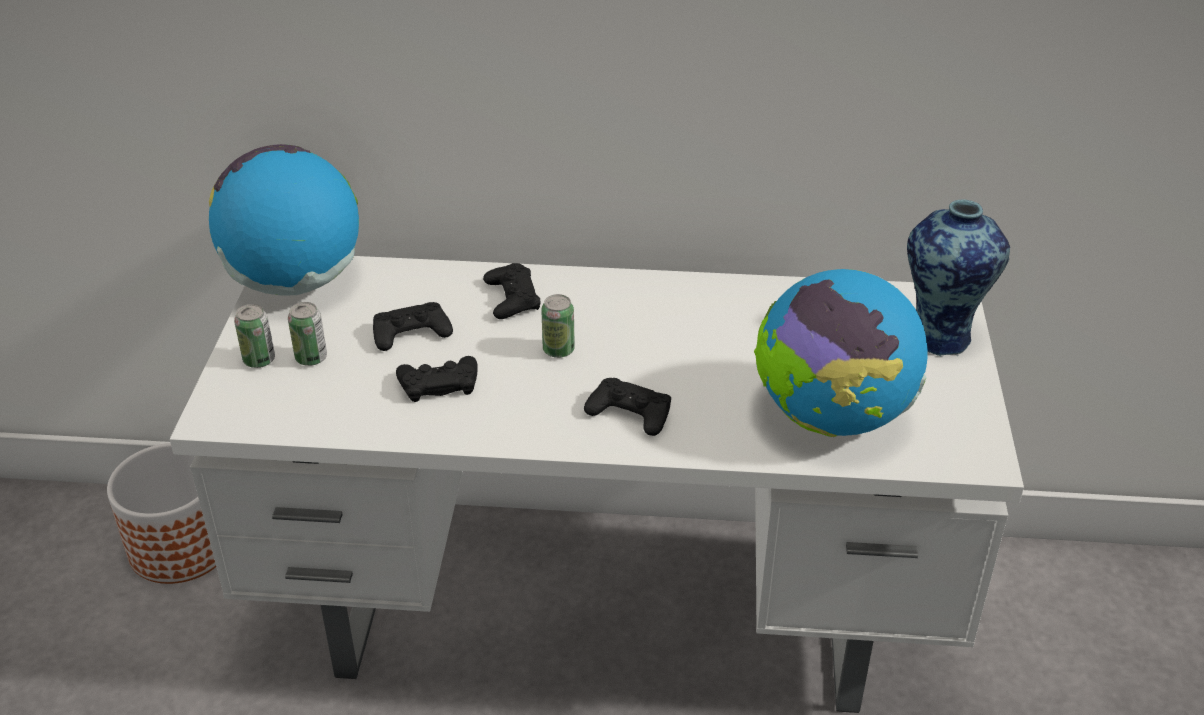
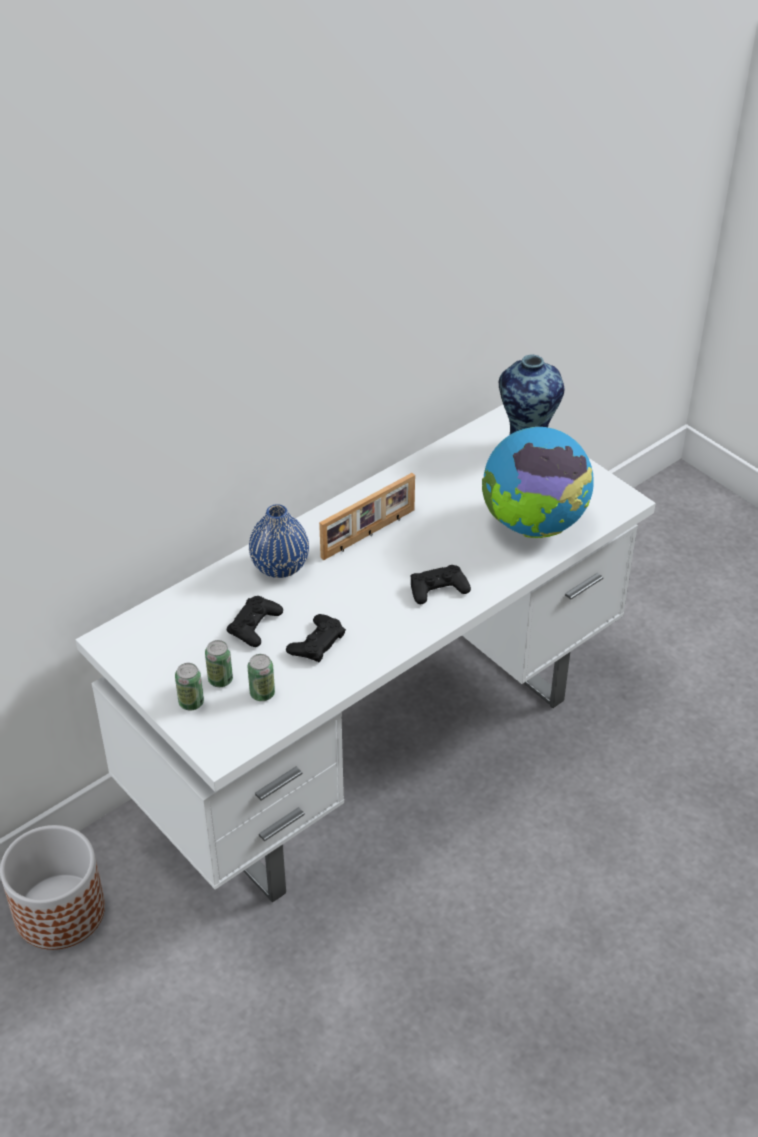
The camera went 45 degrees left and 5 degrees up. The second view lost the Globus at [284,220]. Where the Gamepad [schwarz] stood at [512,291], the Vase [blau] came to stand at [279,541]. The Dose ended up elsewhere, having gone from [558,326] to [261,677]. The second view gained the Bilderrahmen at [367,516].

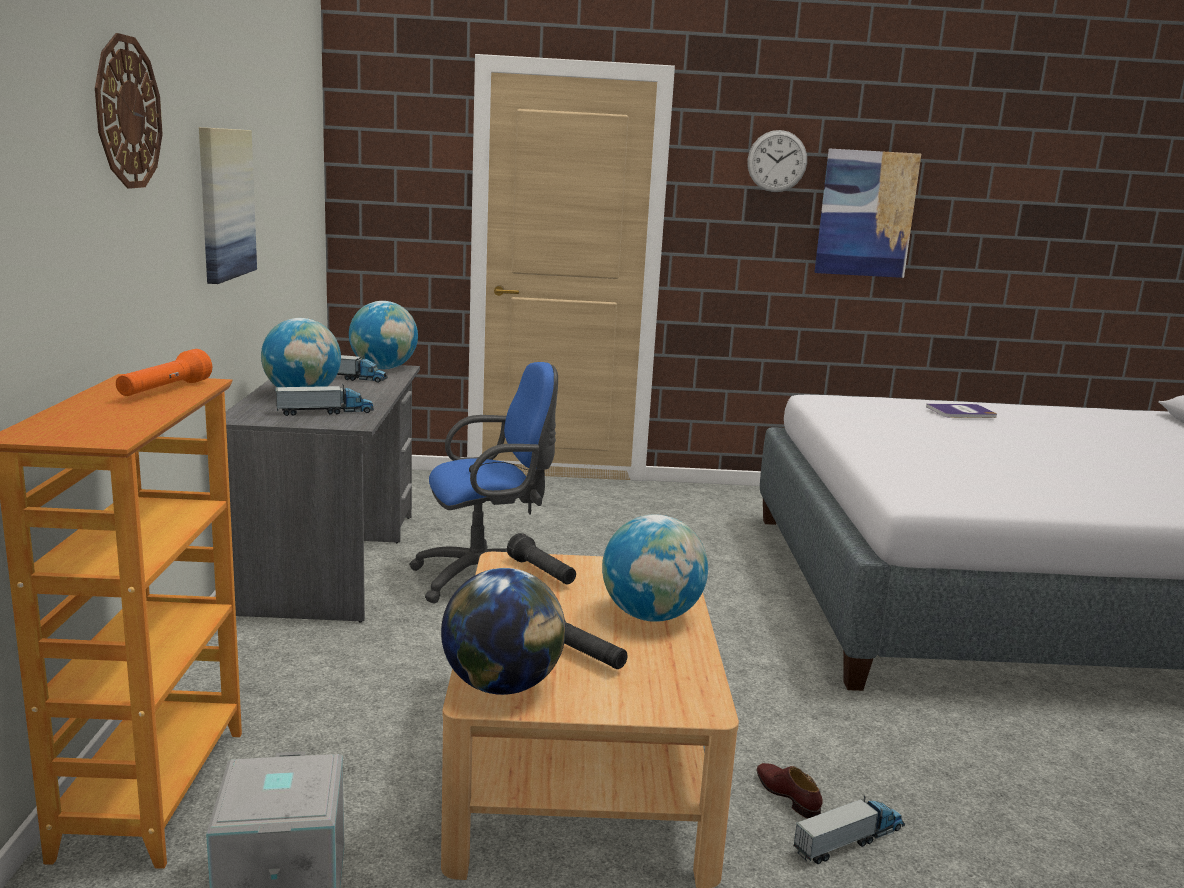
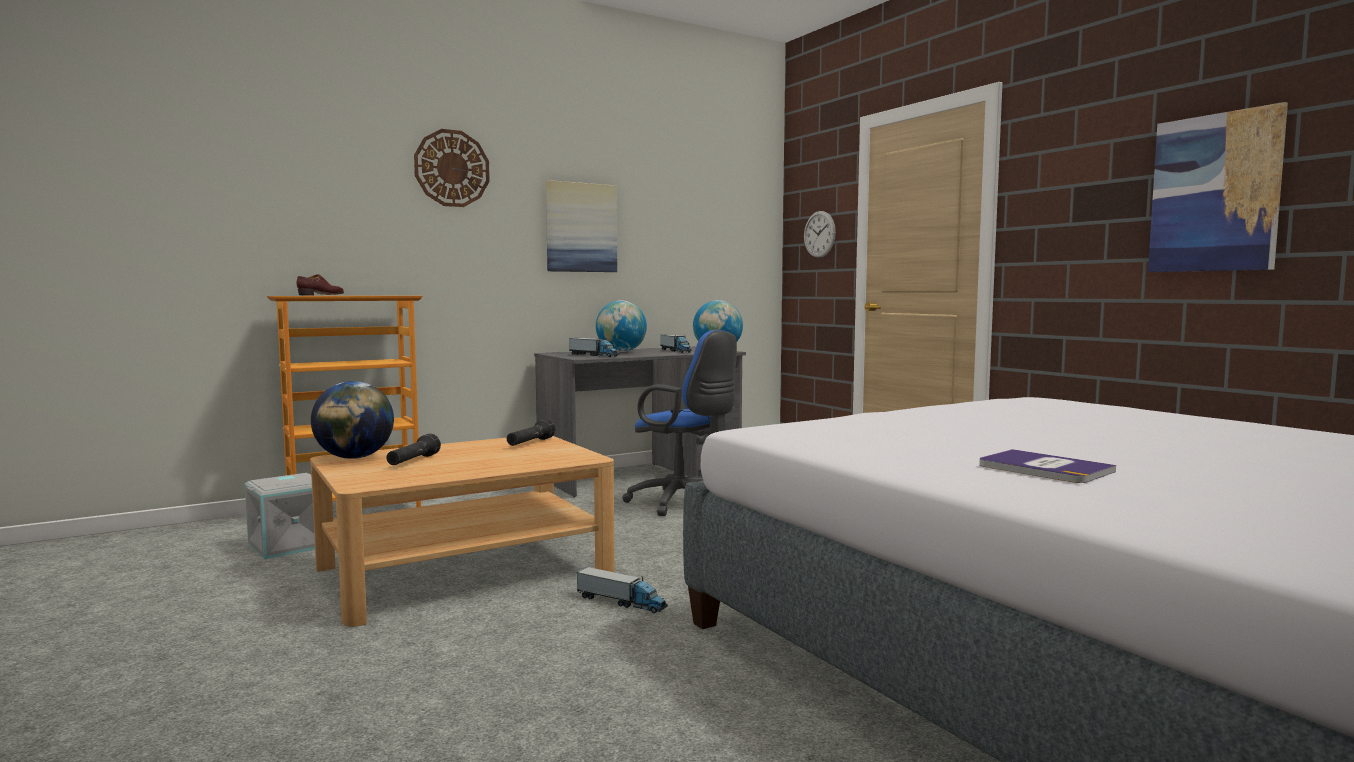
The camera went 60 degrees right and 10 degrees down. The second view lost the Taschenlampe [orange] at [164,372]. The second view lost the Globus at [655,568]. The Wanduhr ended up elsewhere, having gone from [777,161] to [820,234]. The Schuh [braun] ended up elsewhere, having gone from [790,791] to [320,285]. The Spielzeuglaster ended up elsewhere, having gone from [849,830] to [622,590]. The Buch ended up elsewhere, having gone from [961,411] to [1047,466].

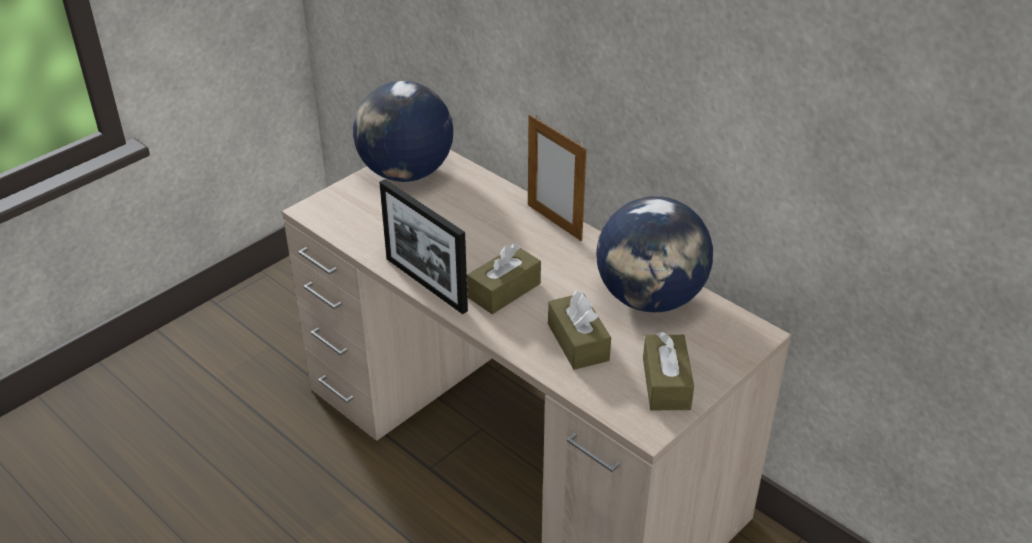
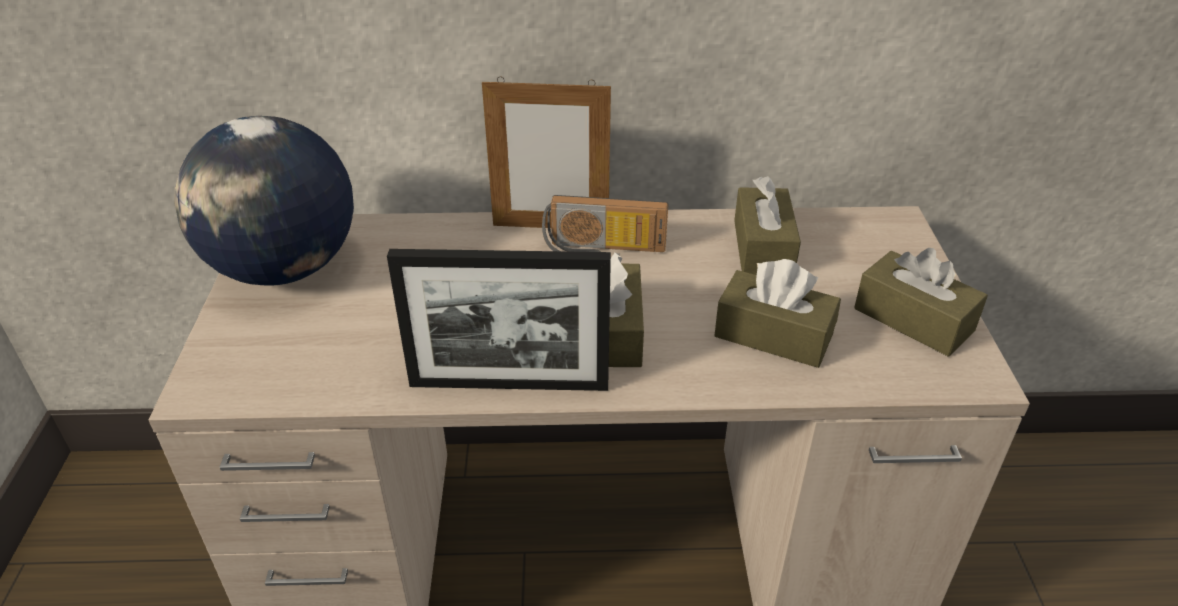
The camera went 45 degrees left and 0 degrees up. Where the Globus stood at [654,254], the Taschentuchbox [braun] came to stand at [767,225]. The second view gained the Radio at [605,223].

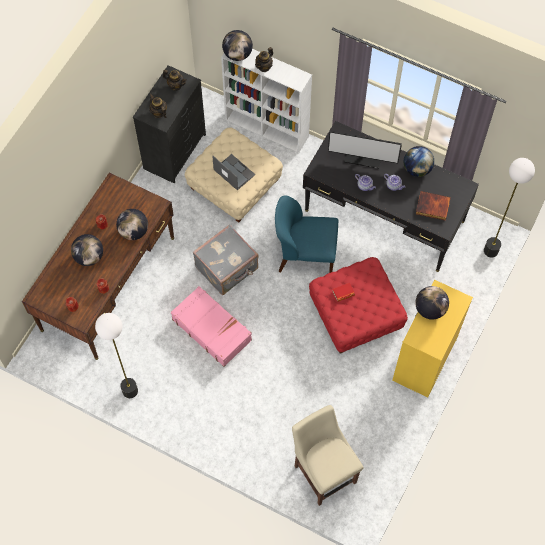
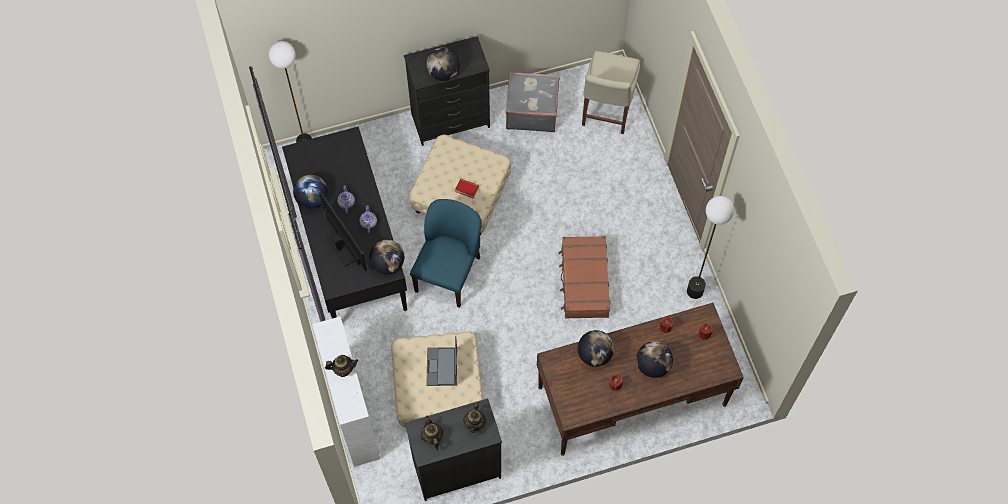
The camera went 135 degrees left and 0 degrees up. What was the Koffer [rosa] at [211,326] turned into the Koffer [braun] at [584,277]. The Koffer [grau] ended up elsewhere, having gone from [226,259] to [532,102]. The Globus ended up elsewhere, having gone from [237,45] to [386,256]. The Stuhl [blau] at [306,234] ended up facing another way, 120 degrees counterclockwise from before. What was the Polsterhocker [rot] at [358,305] turned into the Polsterhocker [beige] at [460,184]. What was the Kommode [gelb] at [432,339] turned into the Kommode [schwarz] at [447,91]. The second view lost the Buch at [433,206].

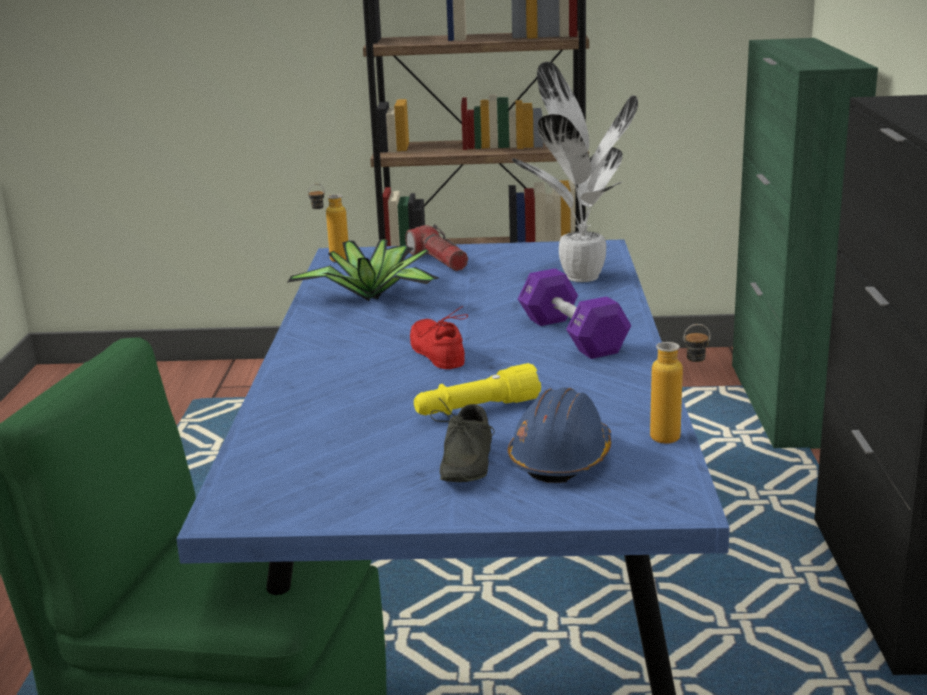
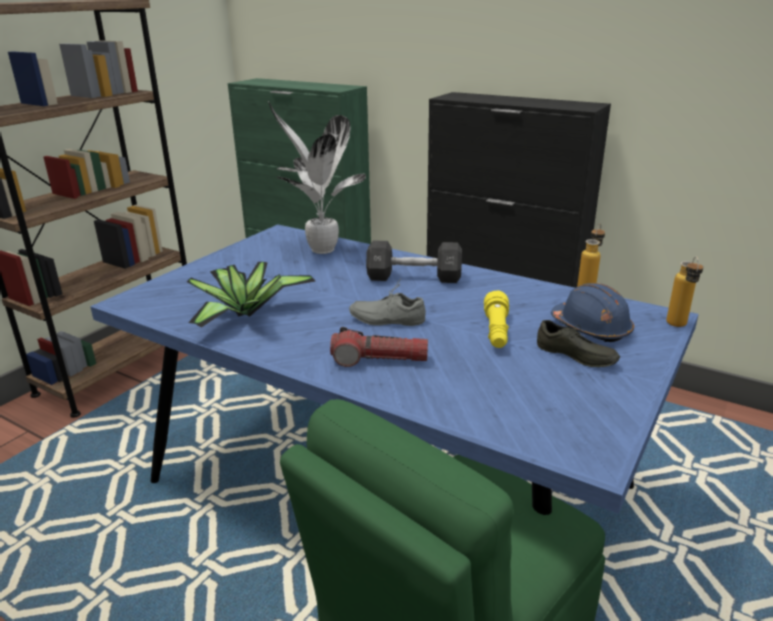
The camera went 60 degrees left and 5 degrees up. The Flasche ended up elsewhere, having gone from [328,223] to [684,292]. The Taschenlampe ended up elsewhere, having gone from [436,247] to [379,347]. What was the Schuh [rot] at [439,337] turned into the Schuh [grau] at [387,302]. What was the Hantel [lila] at [574,314] turned into the Hantel [schwarz] at [414,261].

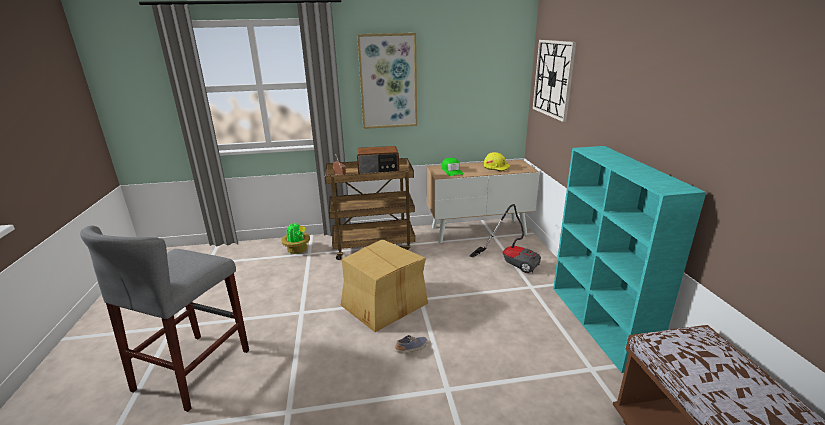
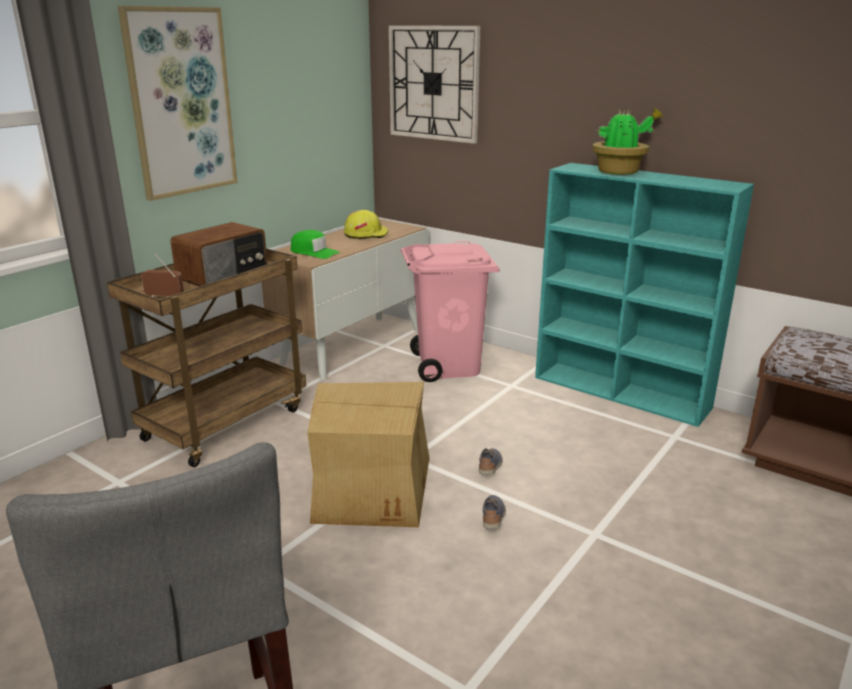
The camera went 45 degrees left and 0 degrees up. The Topfpflanze ended up elsewhere, having gone from [295,237] to [627,141]. Where the Staubsauger stood at [505,238], the Mülleimer [rosa] came to stand at [450,311]. The second view gained the Schuh at [491,461].

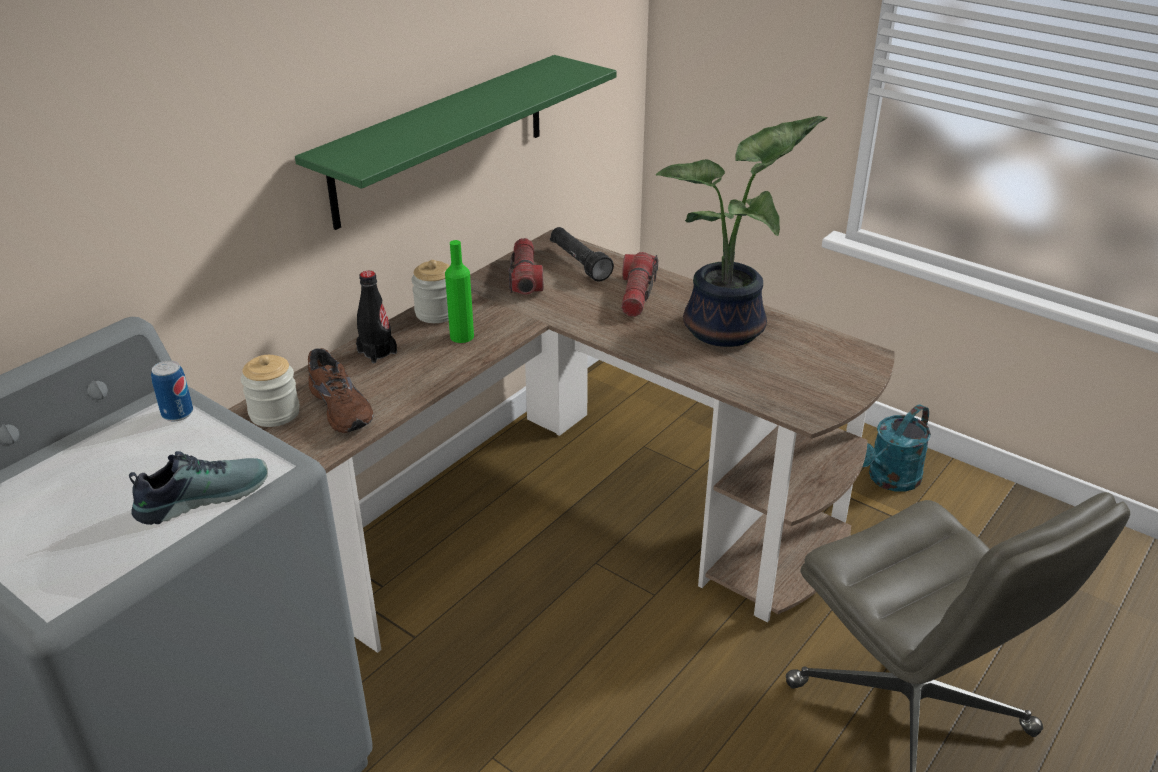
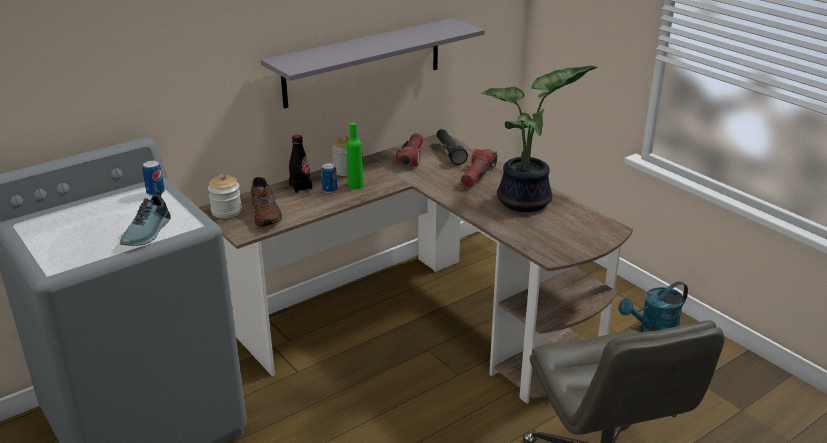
The camera went 15 degrees right and 5 degrees down. The Schuh at [198,488] ended up facing another way, 120 degrees clockwise from before. What was the Wandregal [grün] at [456,142] turned into the Wandregal [grau] at [373,63]. The second view gained the Dose at [329,178].

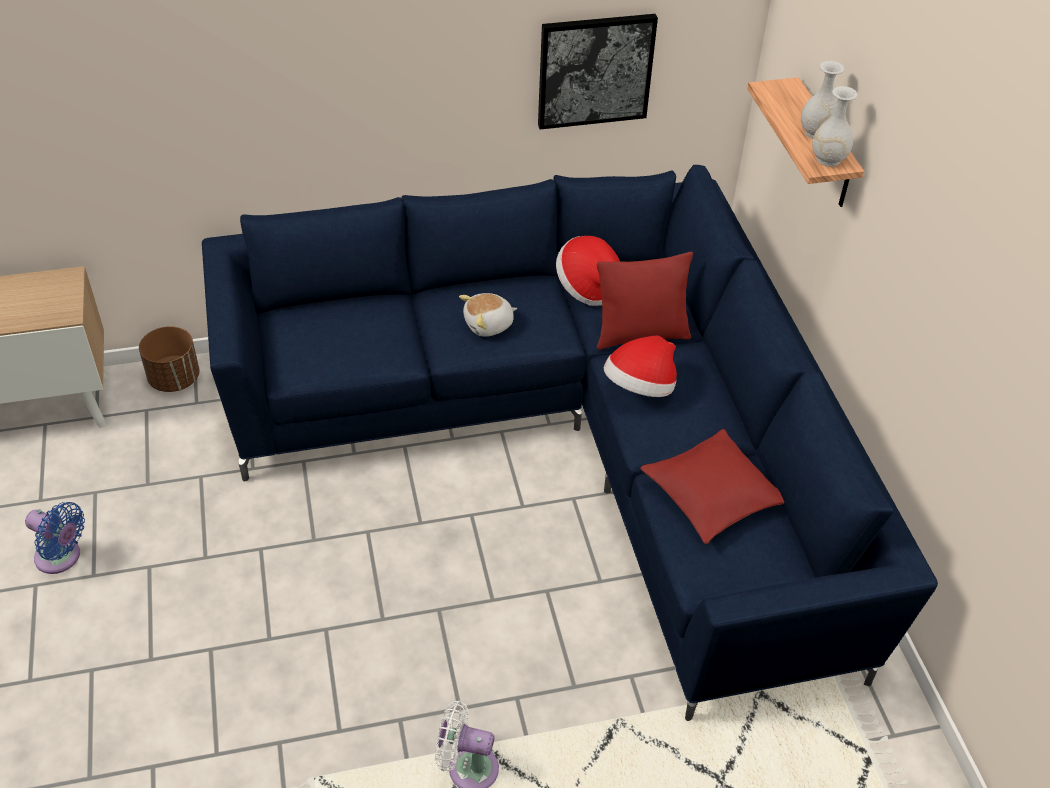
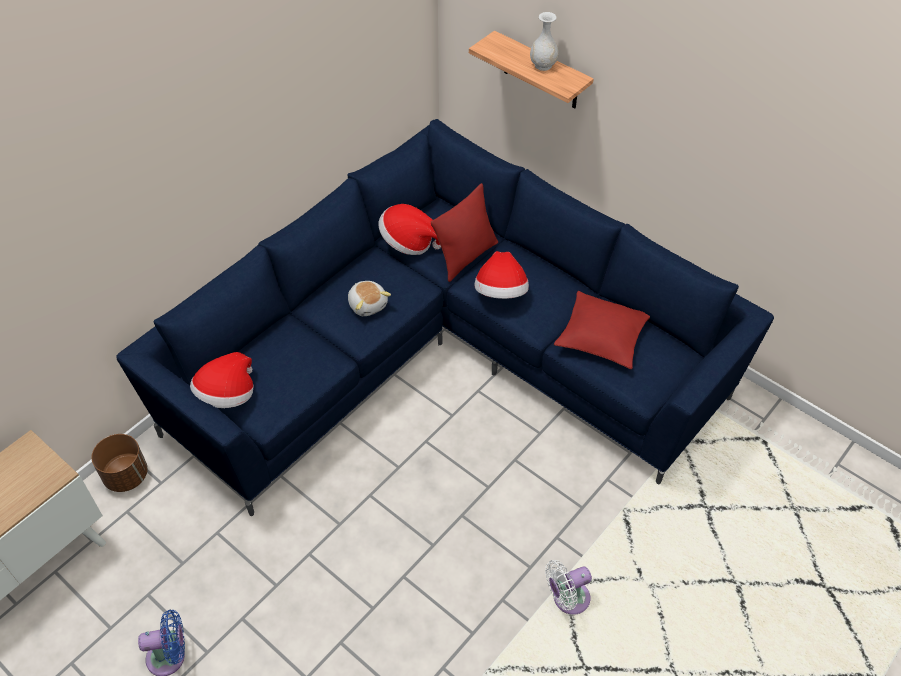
The camera went 35 degrees left and 5 degrees up. The Plüschtier at [488,315] ended up facing another way, 60 degrees counterclockwise from before. The second view lost the Bild at [598,72]. The second view lost the Vase [weiß] at [835,126]. The second view gained the Hut at [222,380].

